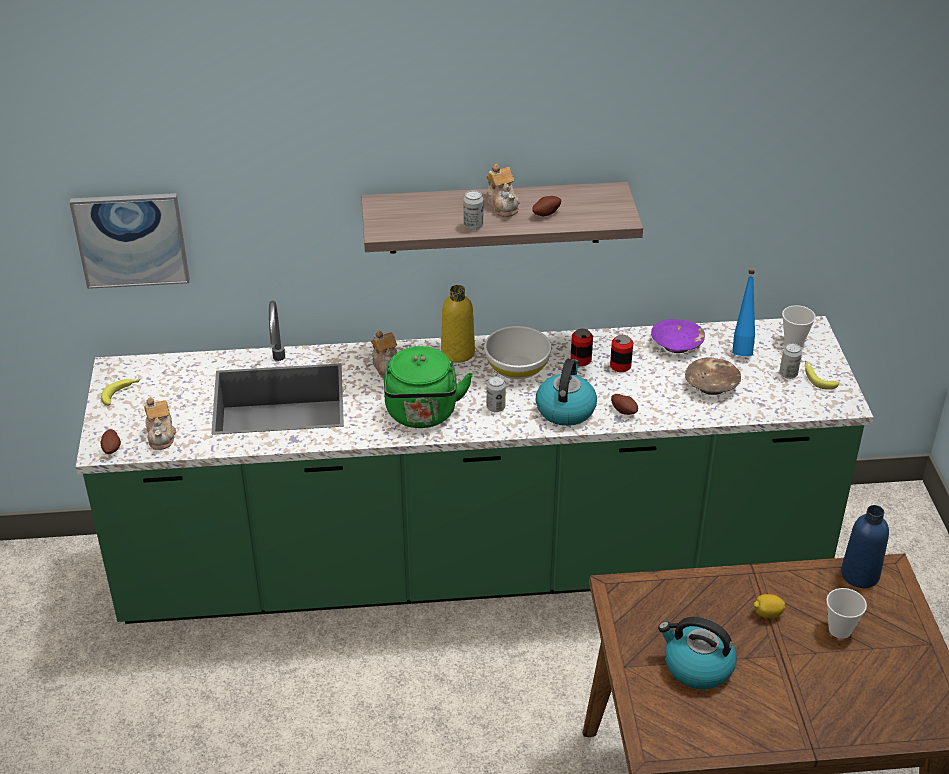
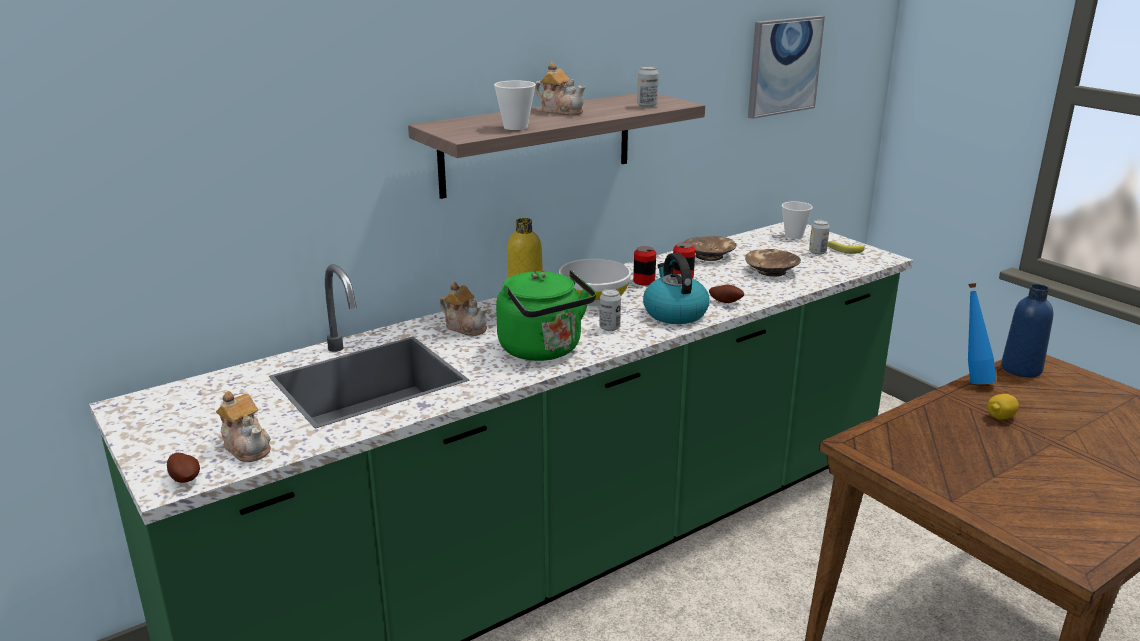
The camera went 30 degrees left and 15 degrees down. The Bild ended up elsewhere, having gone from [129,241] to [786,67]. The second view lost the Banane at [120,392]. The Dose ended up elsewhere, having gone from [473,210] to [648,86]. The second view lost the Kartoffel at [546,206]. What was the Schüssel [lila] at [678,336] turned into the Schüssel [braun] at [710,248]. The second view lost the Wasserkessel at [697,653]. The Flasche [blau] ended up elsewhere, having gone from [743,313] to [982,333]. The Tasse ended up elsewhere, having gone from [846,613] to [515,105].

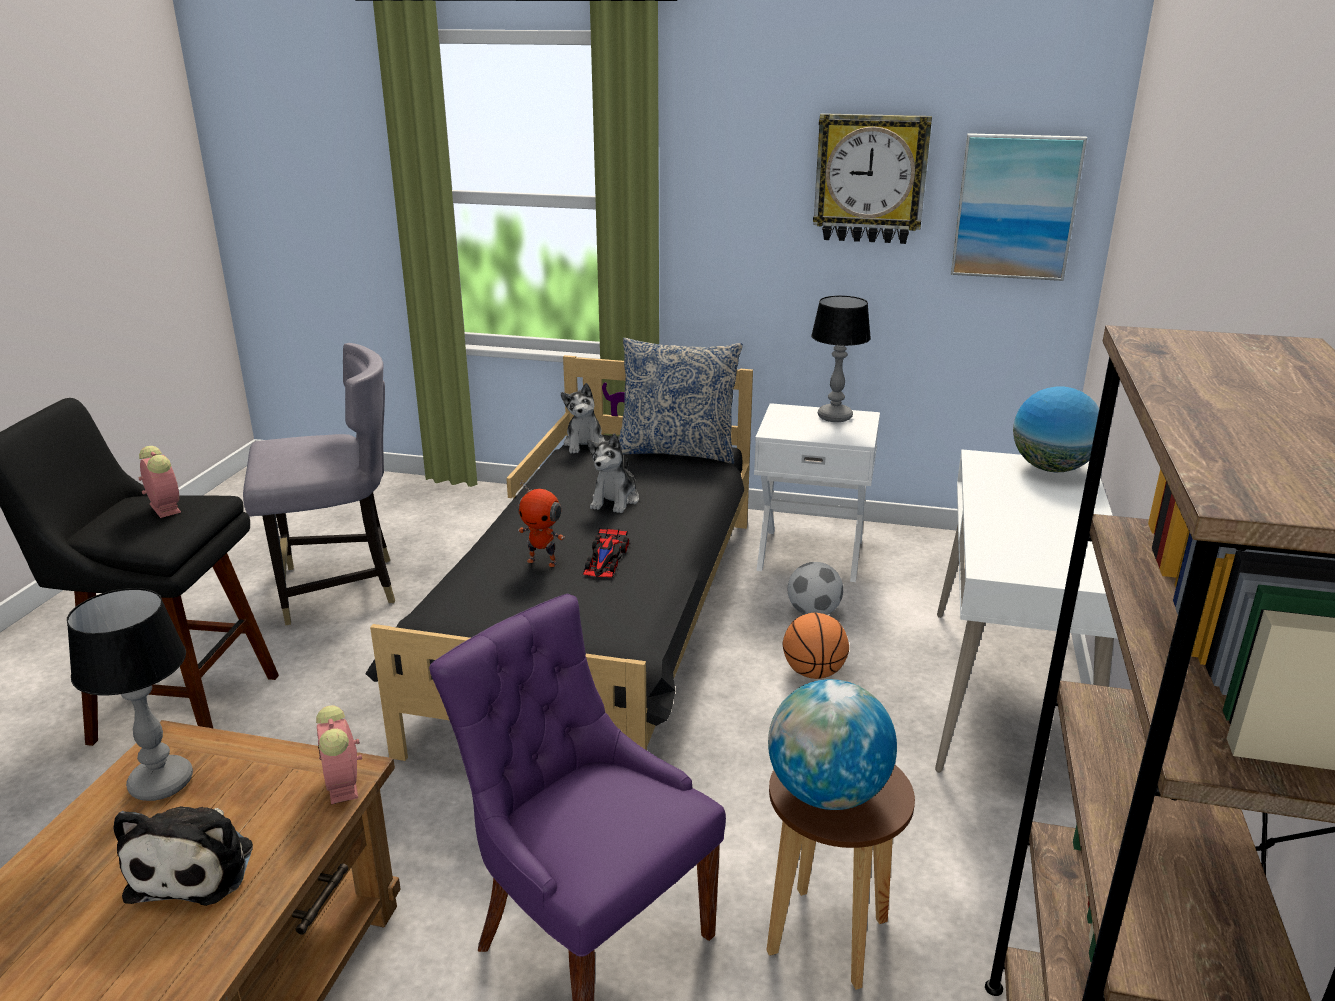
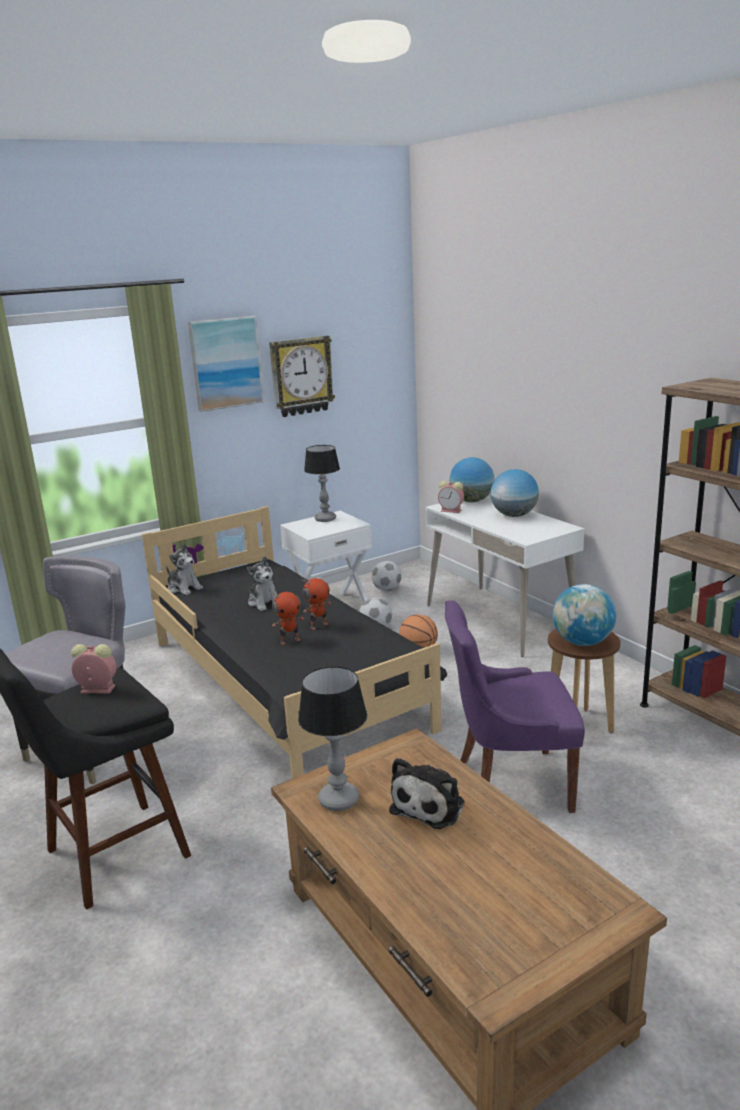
The camera went 45 degrees left and 5 degrees down. The Plüschtier at [183,856] ended up facing another way, 75 degrees clockwise from before. The Wecker ended up elsewhere, having gone from [339,755] to [451,497]. Where the Spielzeugauto stood at [606,552], the Spielzeugroboter came to stand at [316,604]. The second view lost the Kissen at [681,401]. The Bild ended up elsewhere, having gone from [1019,207] to [226,364]. The second view gained the Fußball at [387,576]. The second view gained the Globus at [515,493].

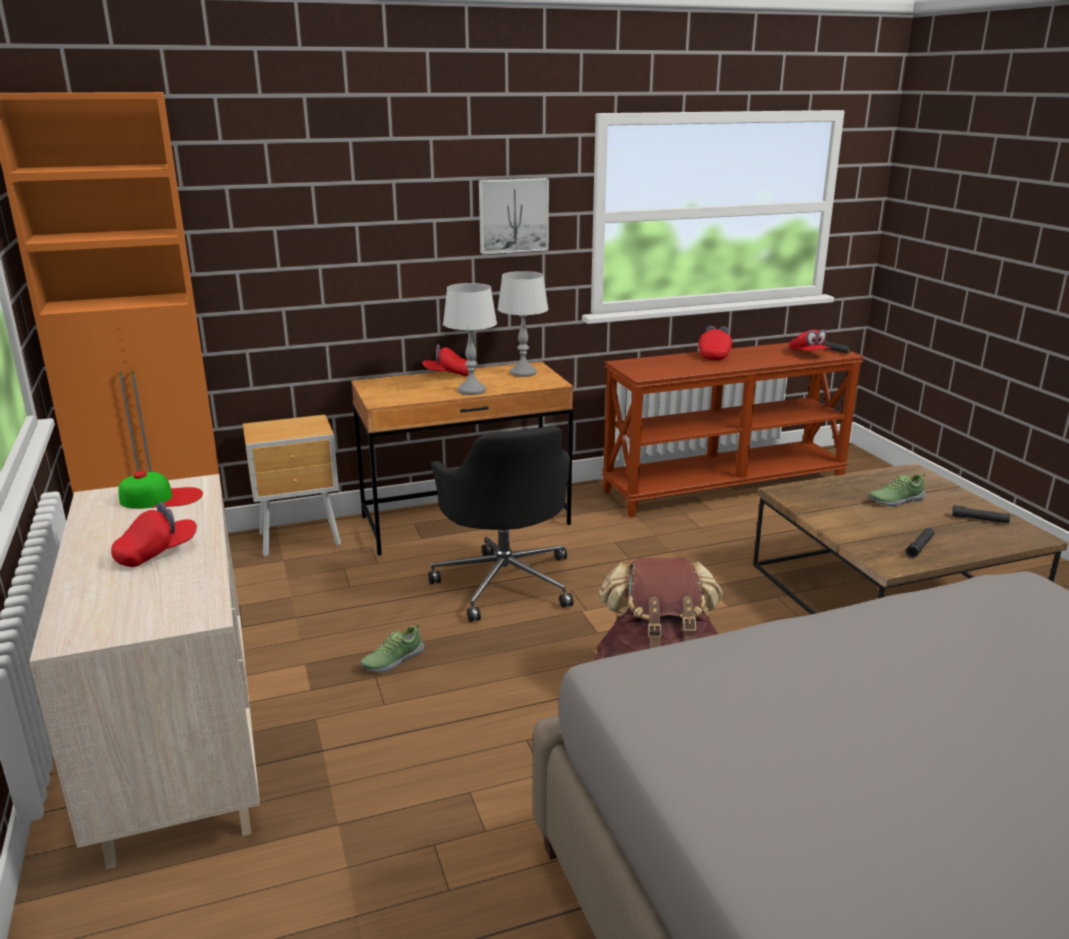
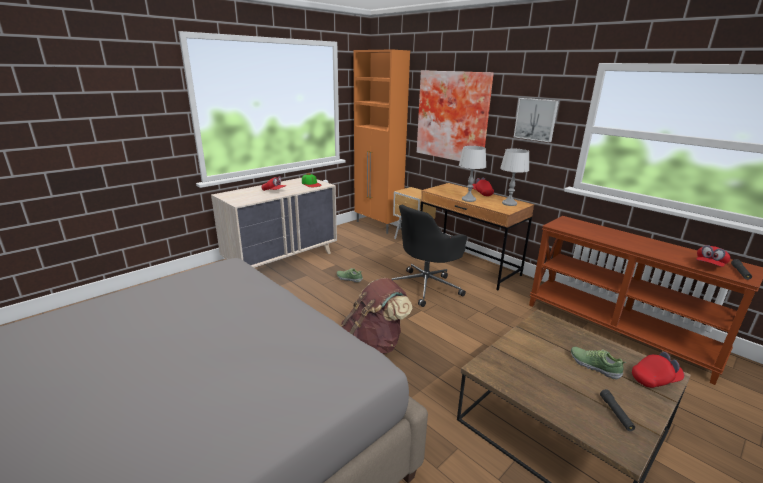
The camera went 65 degrees right and 0 degrees up. The Kappe [rot] ended up elsewhere, having gone from [715,343] to [658,370]. The second view lost the Taschenlampe [schwarz] at [920,543]. The second view gained the Bild at [455,115].

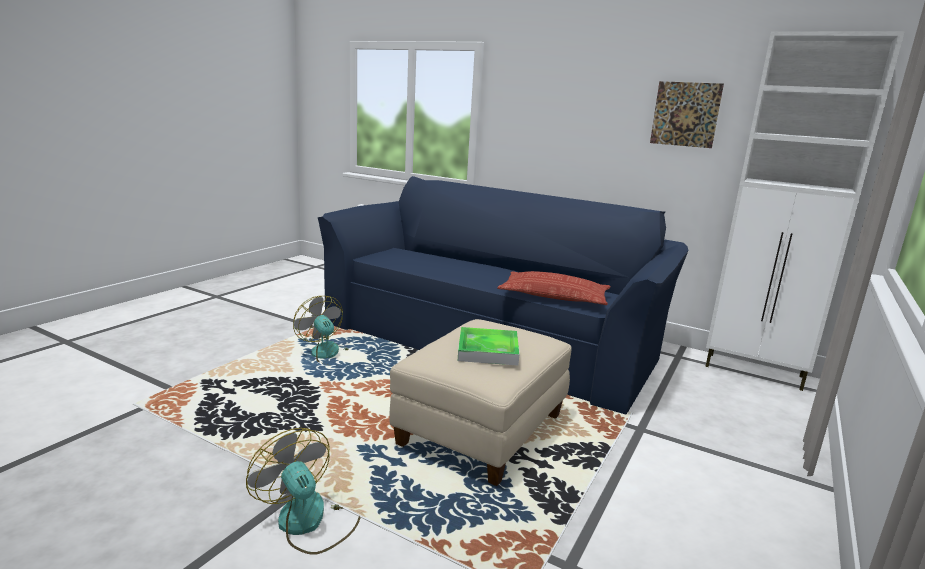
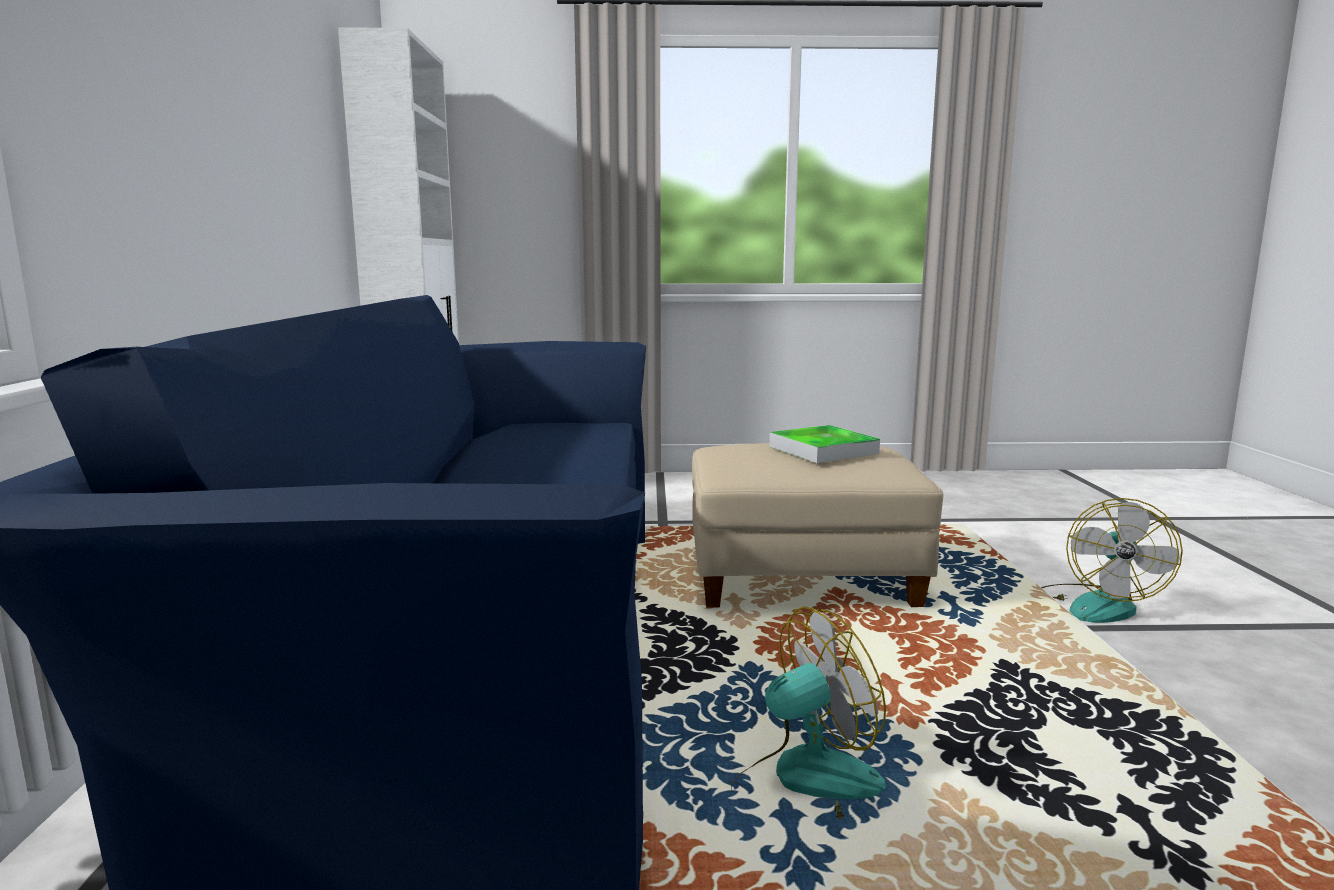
The camera went 120 degrees left and 5 degrees down. The Ventilator at [321,331] ended up facing another way, 135 degrees counterclockwise from before. The second view lost the Kissen at [554,288]. The second view lost the Bild at [687,114].

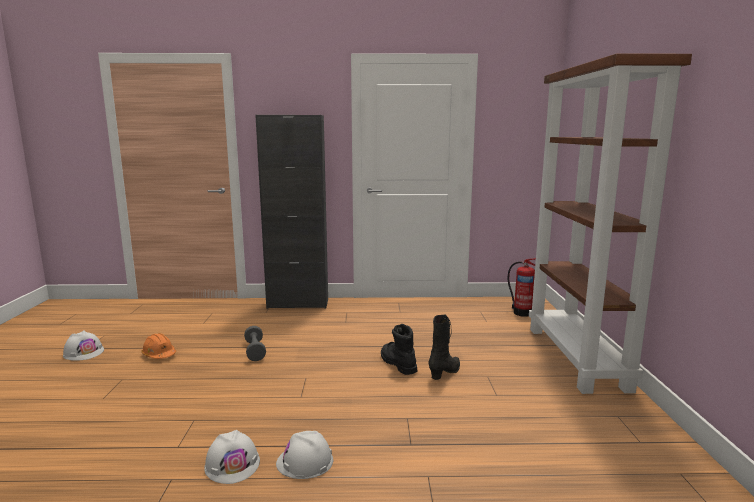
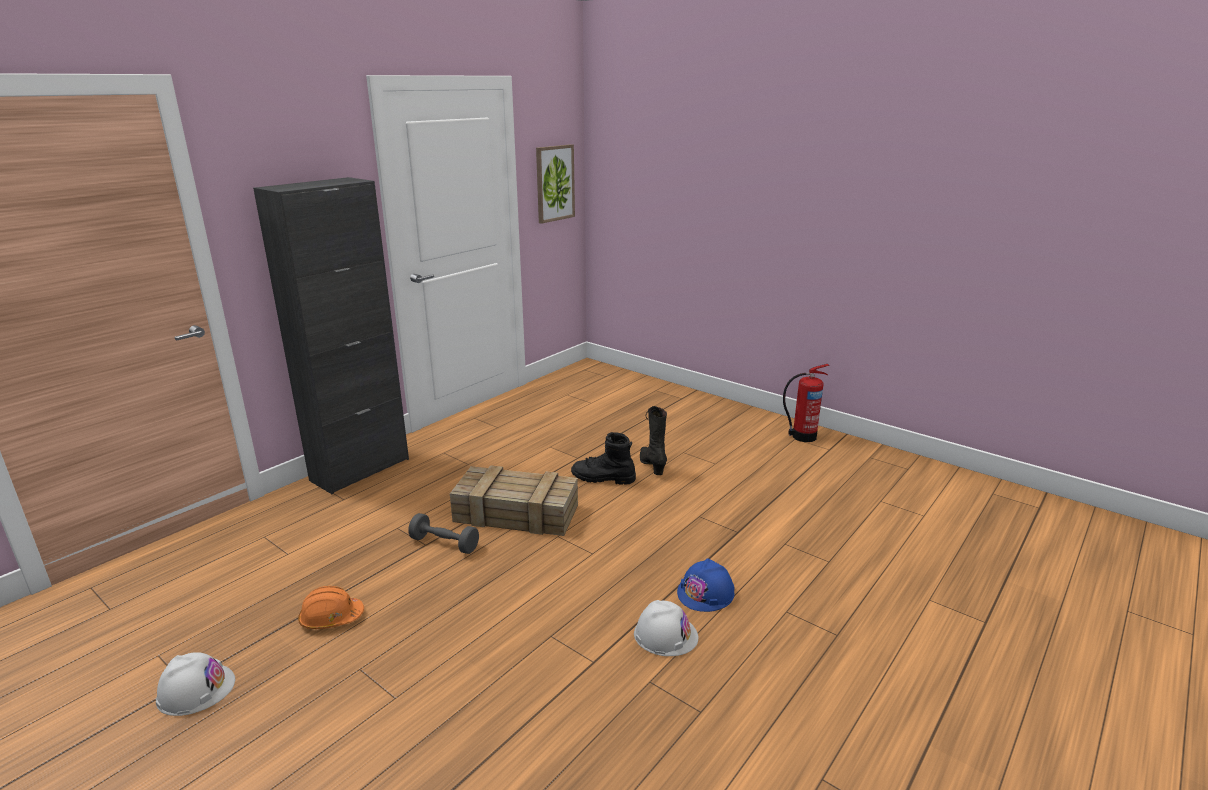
The camera went 50 degrees left and 10 degrees up. What was the Schutzhelm [weiß] at [304,455] turned into the Schutzhelm [blau] at [706,585]. The Feuerlöscher ended up elsewhere, having gone from [522,287] to [806,403]. The second view lost the Bücherregal [braun] at [610,223]. The second view gained the Kiste at [514,500]. The second view gained the Bild at [555,184].

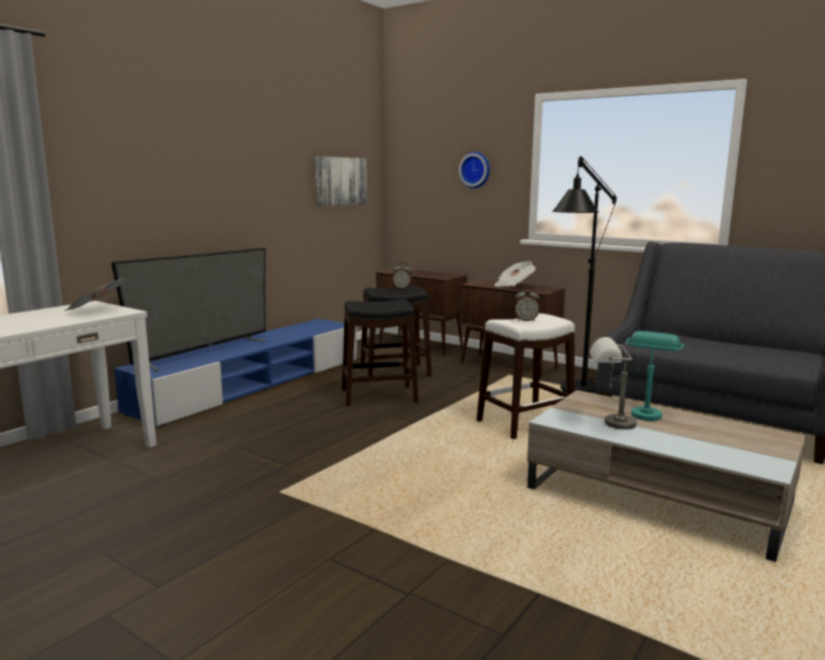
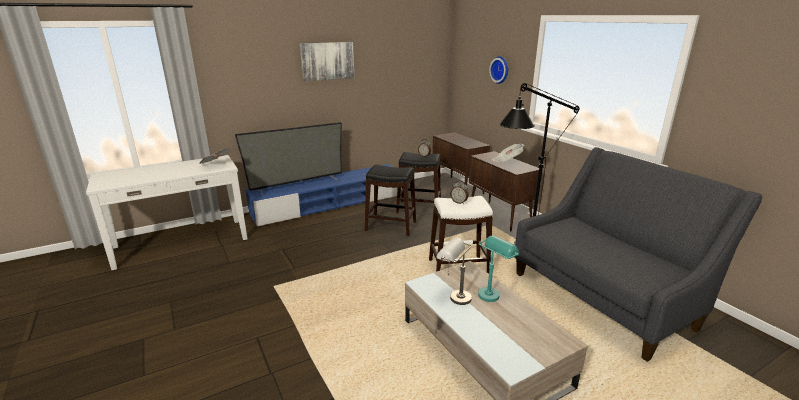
The camera went 25 degrees right and 10 degrees up. The Bild ended up elsewhere, having gone from [341,181] to [327,61].

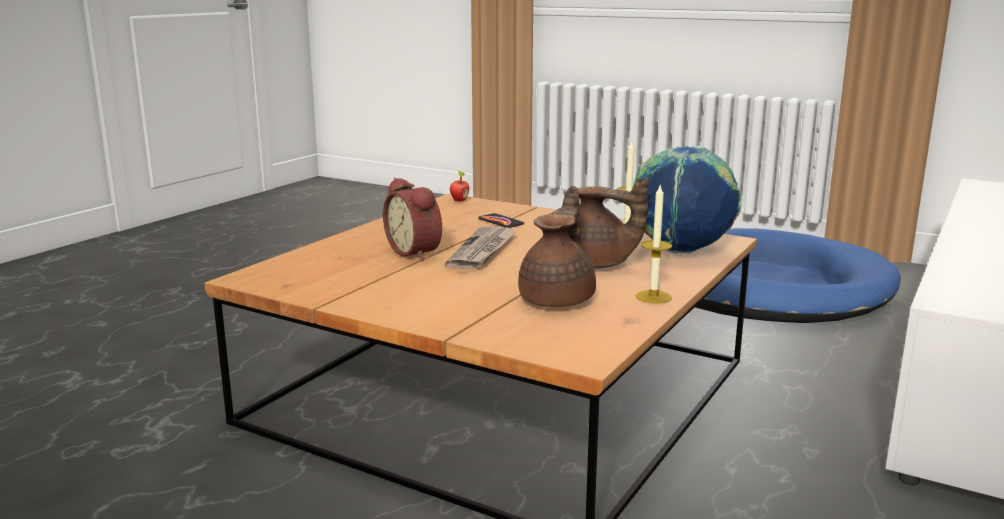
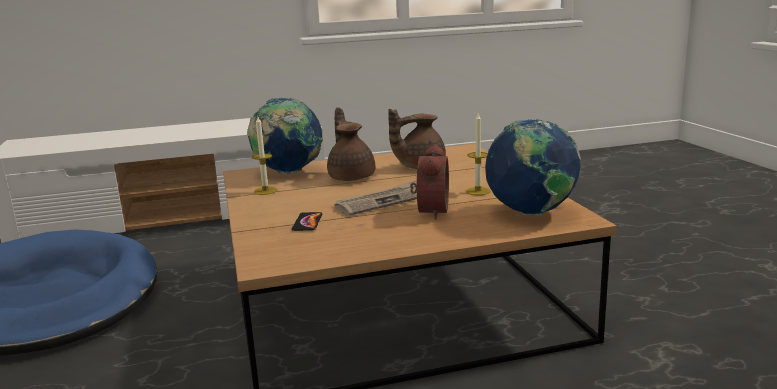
The camera went 135 degrees left and 0 degrees up. The second view lost the Apfel at [460,186]. The Kerze ended up elsewhere, having gone from [654,245] to [478,154]. The second view gained the Globus at [533,167].

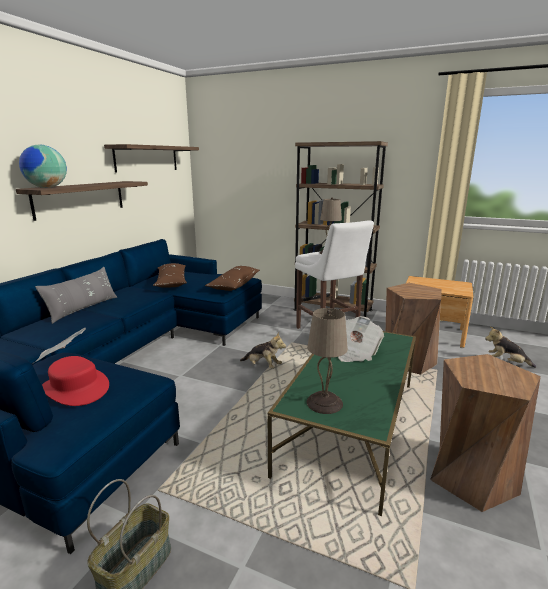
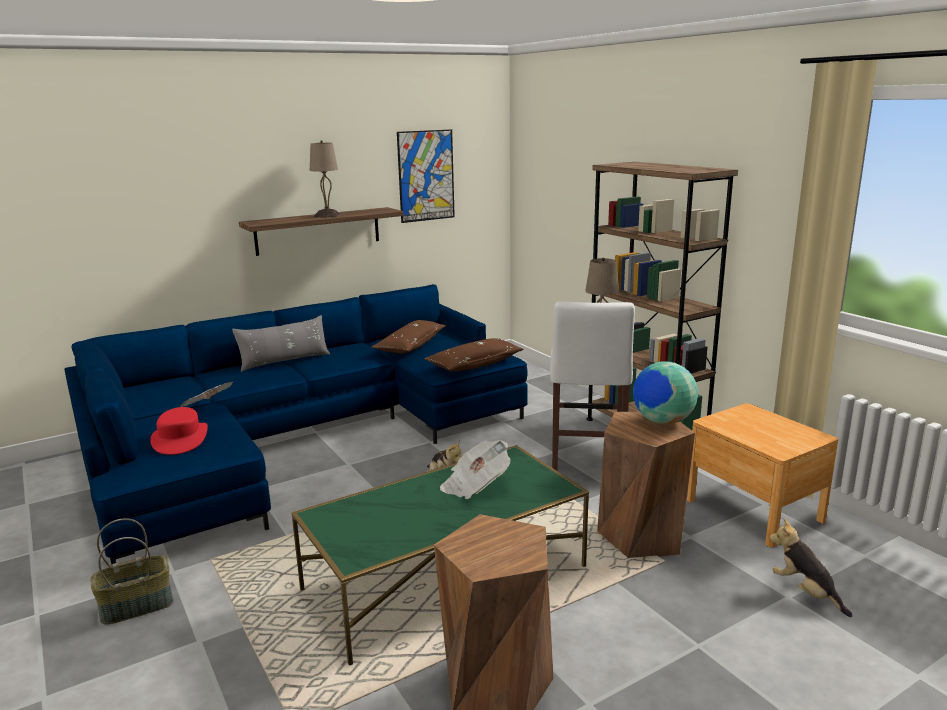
The camera went 35 degrees right and 0 degrees up. The Globus ended up elsewhere, having gone from [43,166] to [665,393]. Where the Wandregal hung at [151,158], the Bild came to hang at [426,176]. The Tischlampe [beige] ended up elsewhere, having gone from [327,361] to [325,178].

